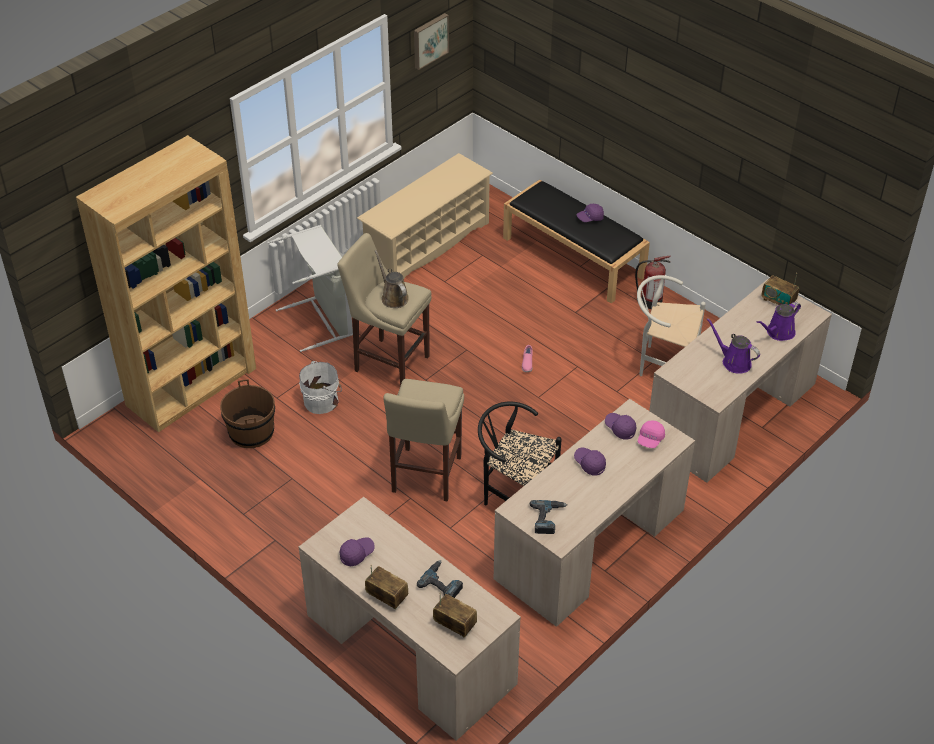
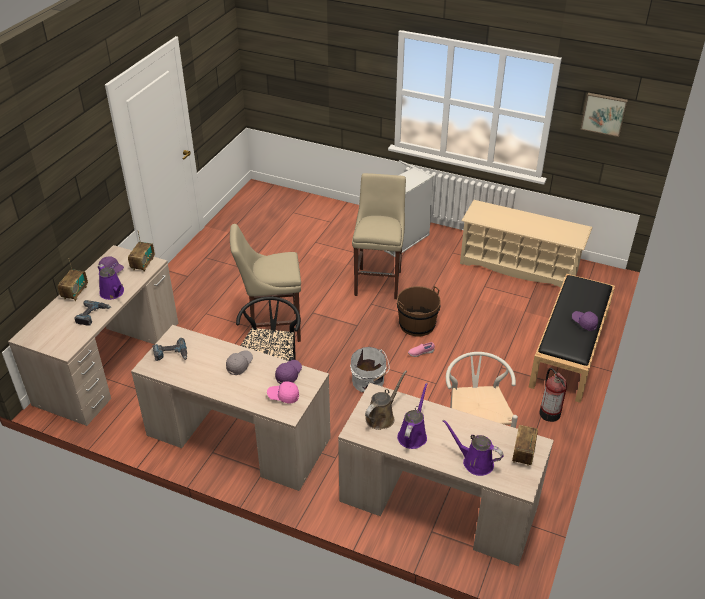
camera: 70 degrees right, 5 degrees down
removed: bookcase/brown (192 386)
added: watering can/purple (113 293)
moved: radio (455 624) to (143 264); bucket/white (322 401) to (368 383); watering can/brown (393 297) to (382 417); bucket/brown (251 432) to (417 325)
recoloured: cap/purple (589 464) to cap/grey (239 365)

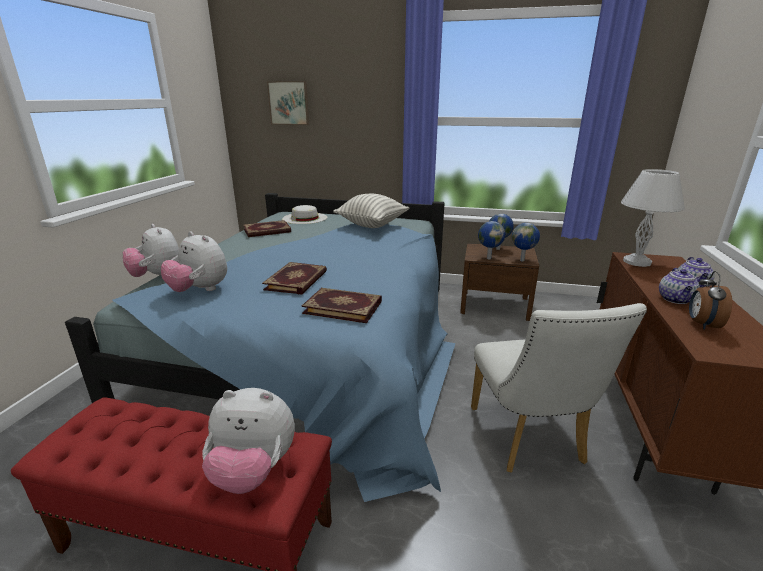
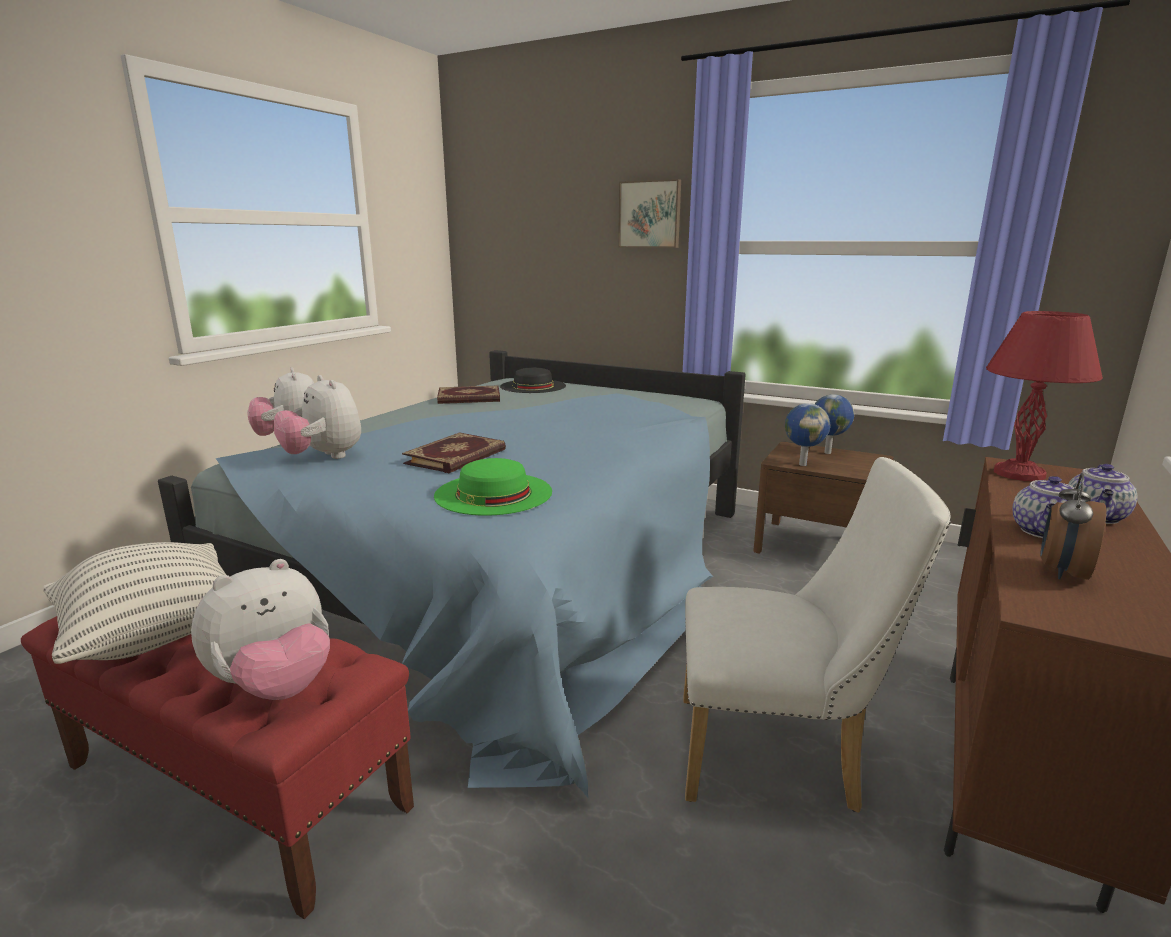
camera: 15 degrees right, 5 degrees down
removed: globe (522 260)
moved: pillow (372 225) to (155 634); picture (289 103) to (650 214)
replaced: book (343 307) to hat/green (493 493)
recoloured: hat/white (305 218) to hat/black (533 386); table lamp/white (637 261) to table lamp/red (1020 473)
turned: plush toy (253 471) = (275 686) 60 degrees counterclockwise; chair/white (529 440) = (779 755) 90 degrees counterclockwise

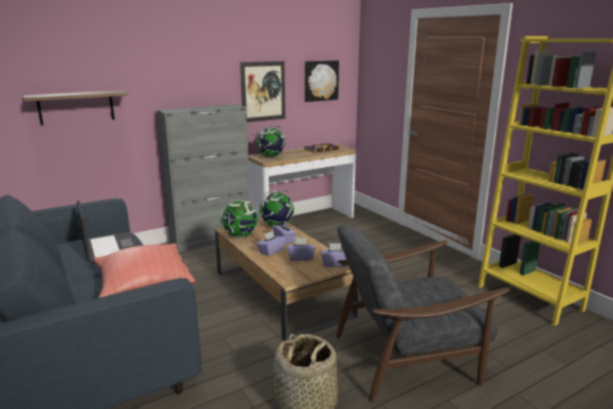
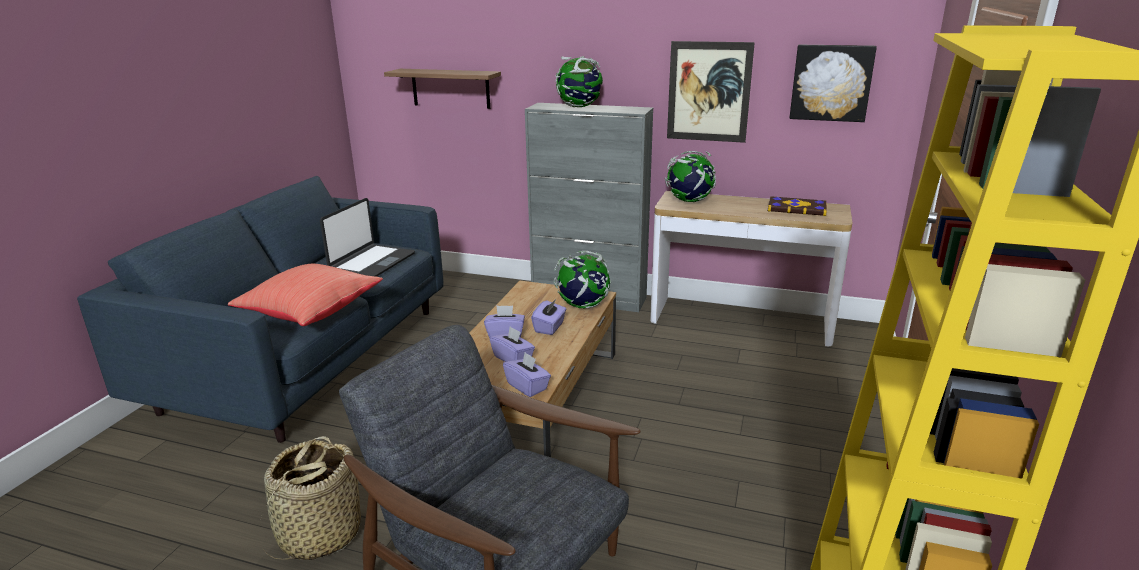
camera: 50 degrees right, 5 degrees up
moved: globe (240 236) to (579 107)

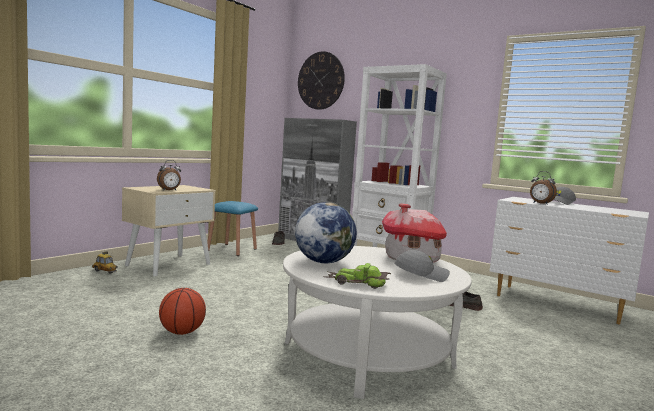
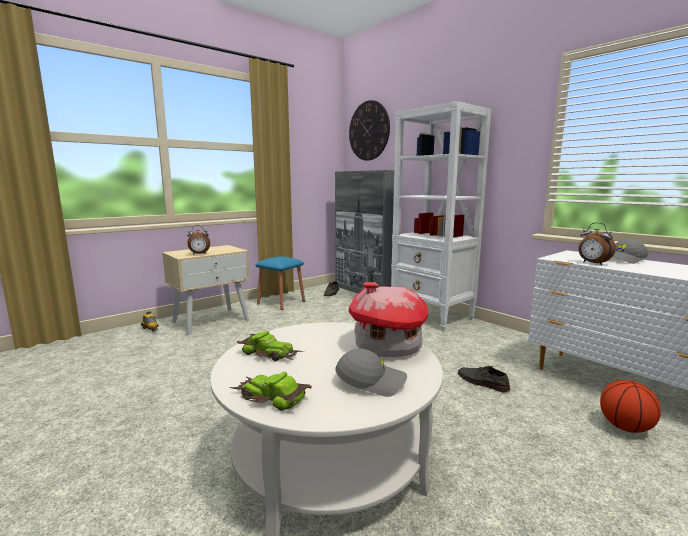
camera: 15 degrees right, 5 degrees up
moved: basketball (182 332) to (625 427)
replaced: globe (323 262) to toy car (270 353)

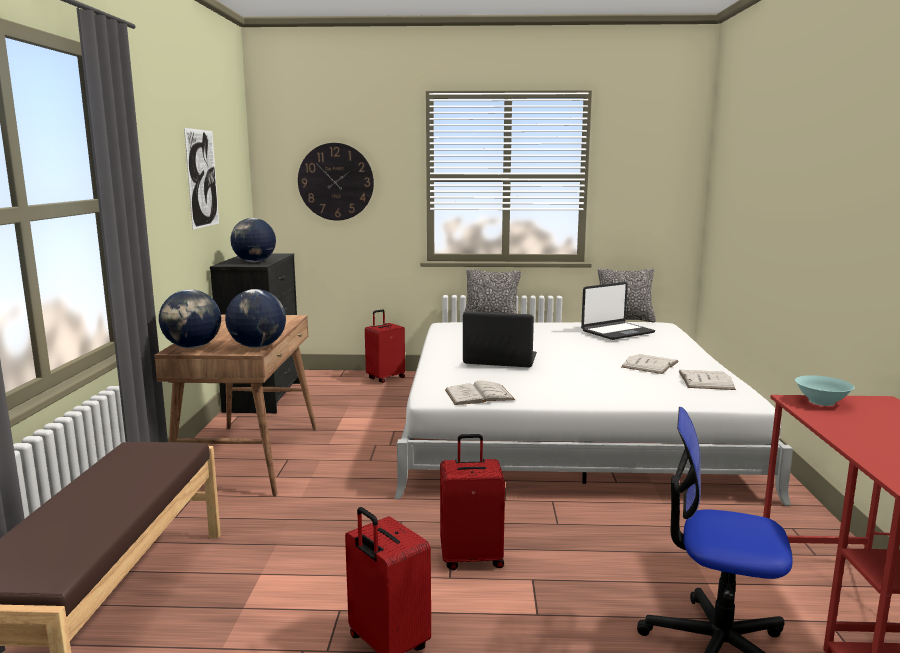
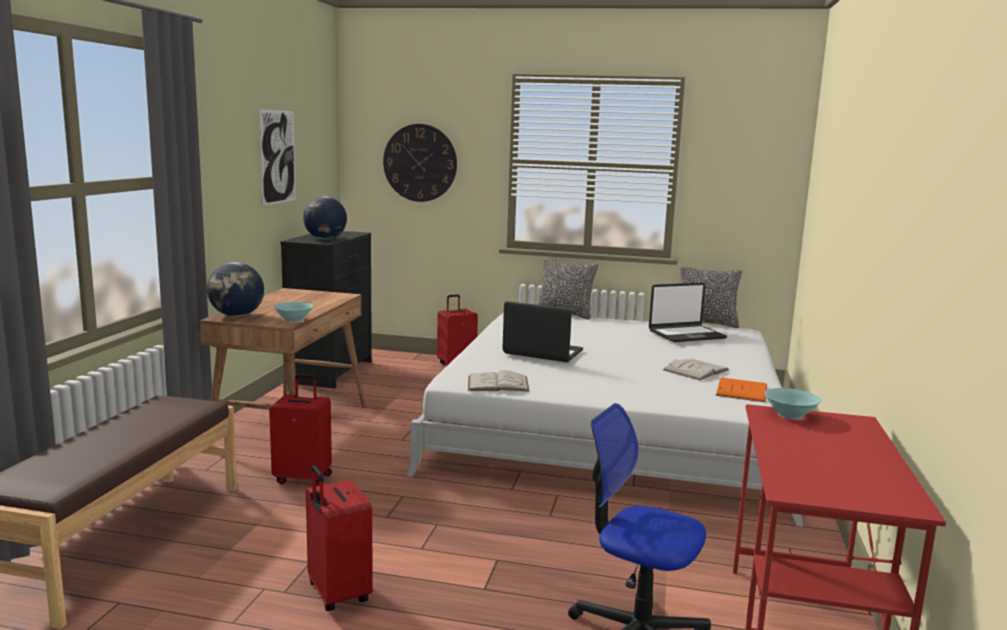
camera: 10 degrees right, 0 degrees up
moved: suitcase/red (471 558) to (304 478)
replaced: globe (257 346) to bowl/turquoise (293 320)
recoloured: book/white (705 380) to book/orange (742 390)

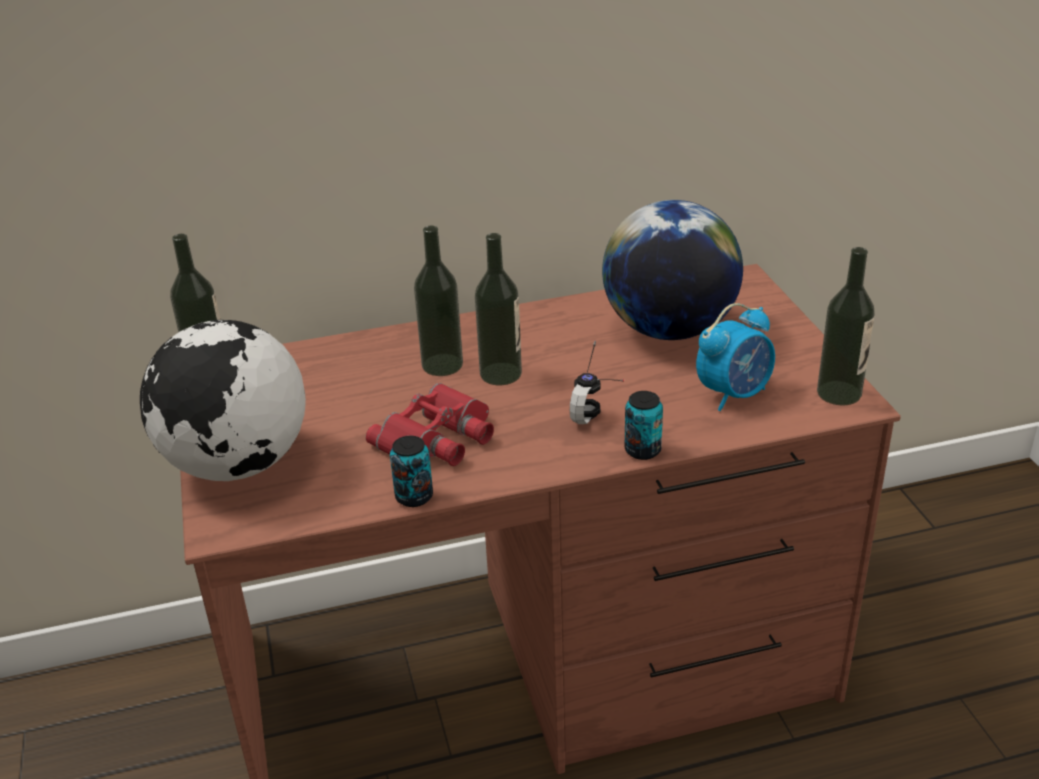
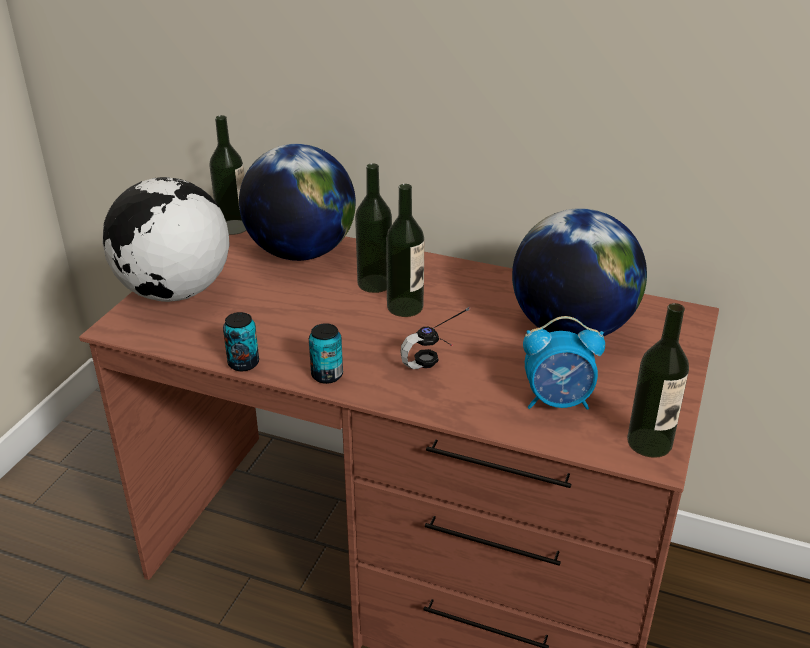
camera: 35 degrees right, 0 degrees up
removed: binoculars/red (438 438)
added: globe (301 252)
moved: can (642 450) to (327 375)

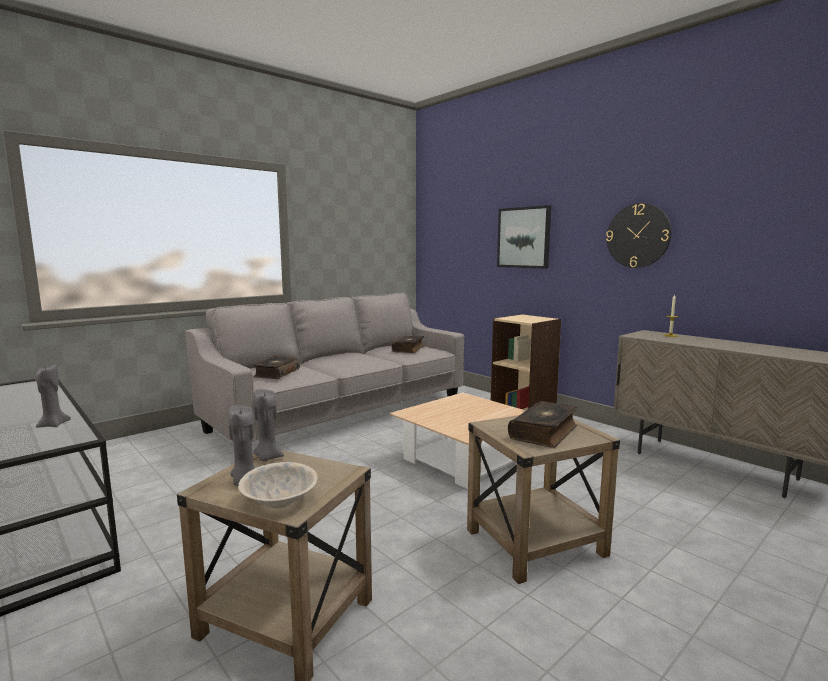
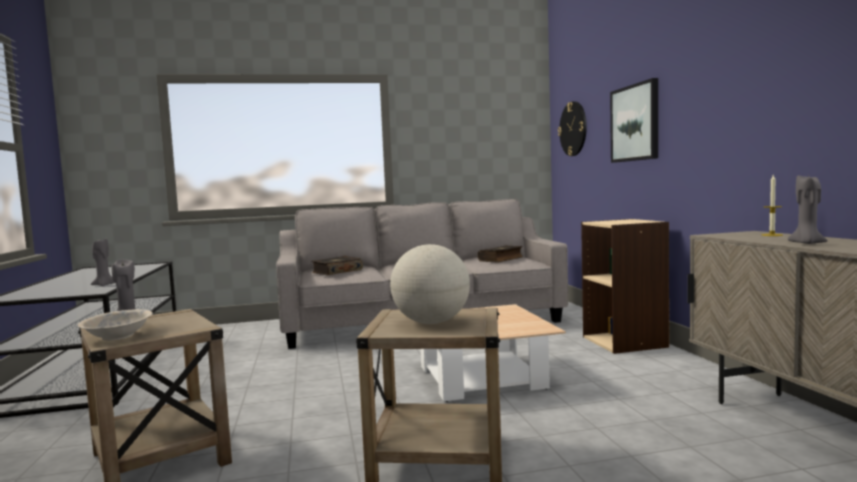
camera: 30 degrees right, 5 degrees down
moved: wall clock (638 235) to (573 129); candle/grey (267 457) to (806 243)
replaced: book (545 432) to globe (431 323)

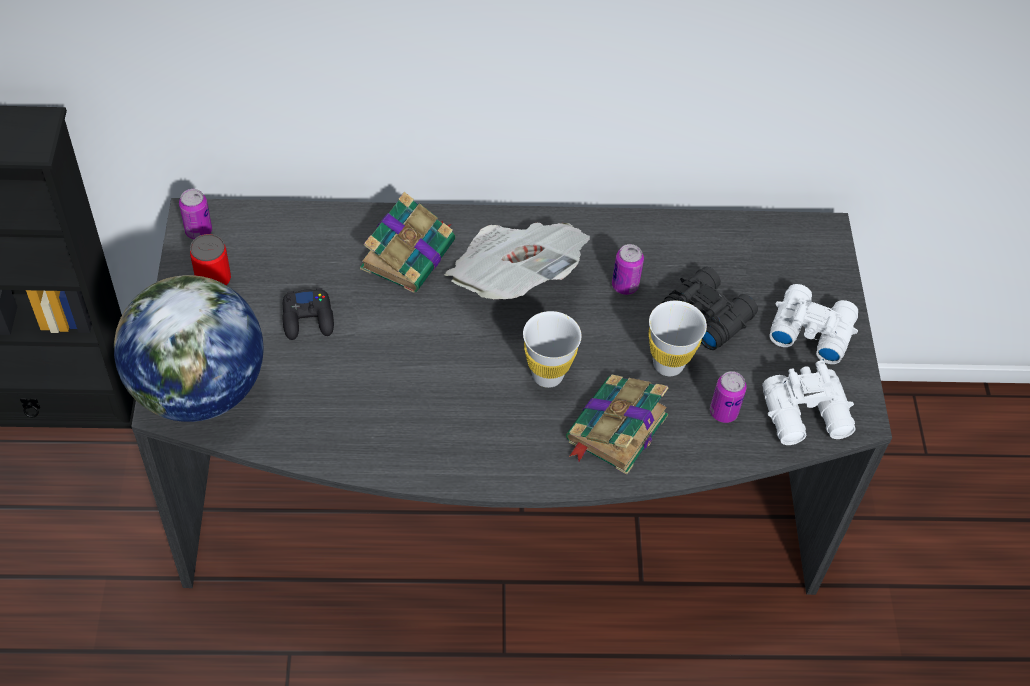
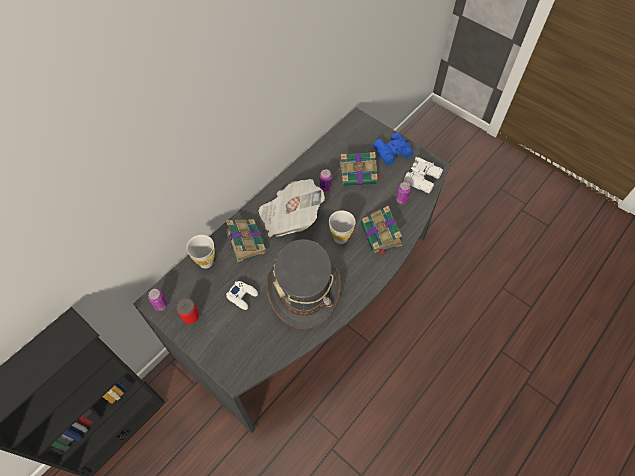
camera: 45 degrees left, 5 degrees up
removed: globe (198 390)
added: hat/grey (304 290)
moved: cup/white (668 364) to (206 262)
replaced: binoculars/black (707 314) to book (359 174)
recoloured: game controller/black (308 319) to game controller/white (242 296); binoculars/white (810 329) to binoculars/blue (391 152)

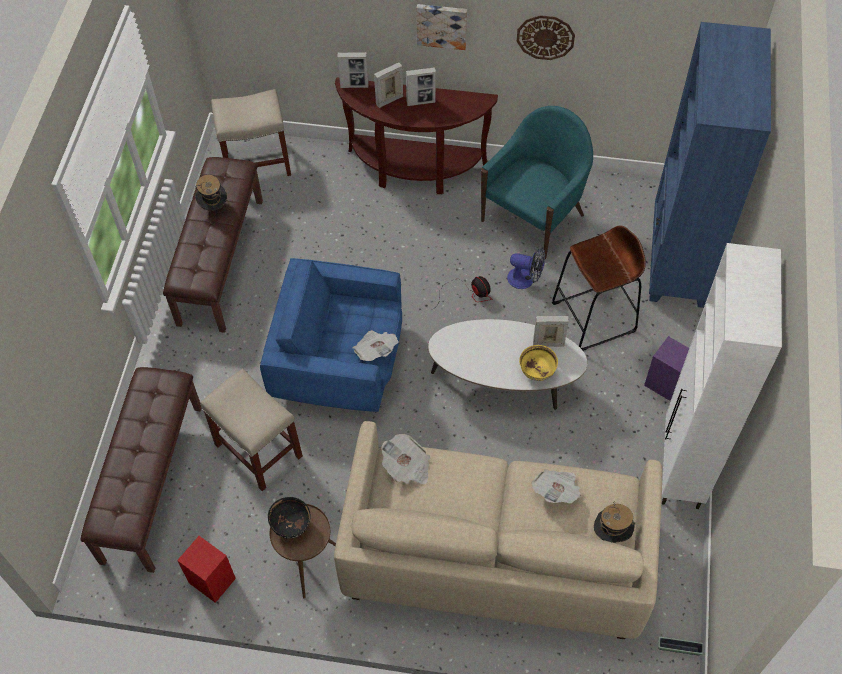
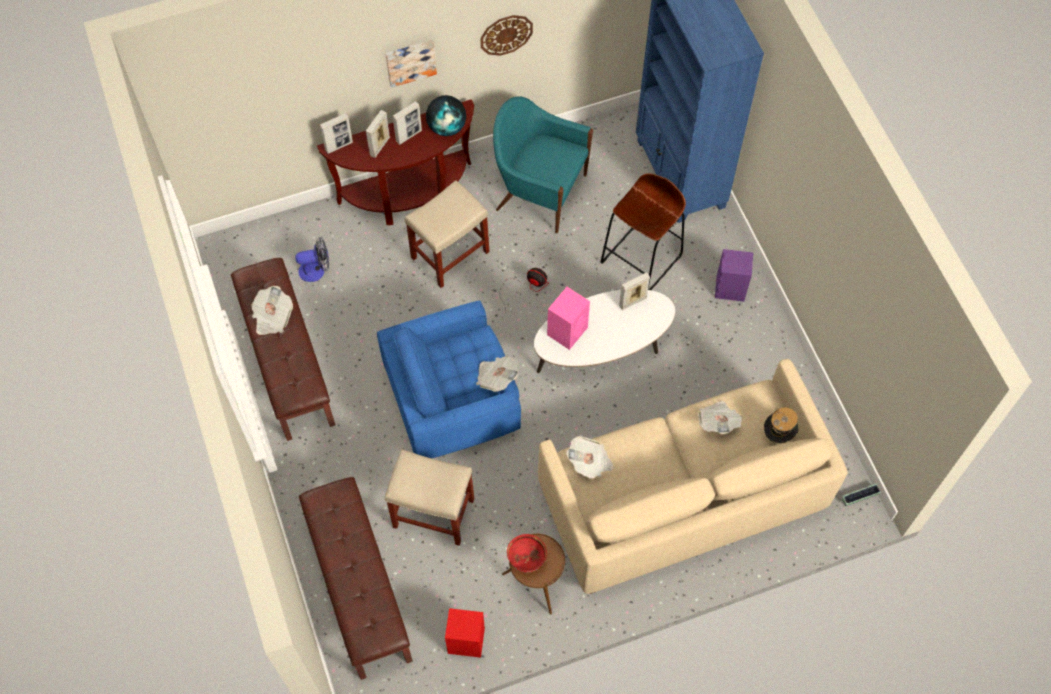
camera: 30 degrees left, 5 degrees up
removed: bowl/yellow (536 372); cabinet/white (681 468)
added: globe (447 127); speaker/pink (568 330)
moved: fan (525 279) to (316 270); stool/beige (256 163) to (449 255)
replaced: hat (214 207) to newspaper (272 317)
recoloured: bowl/black (291 525) to bowl/red (526 559)
turned: armchair/turquoise (534 217) = (539 191) 75 degrees counterclockwise

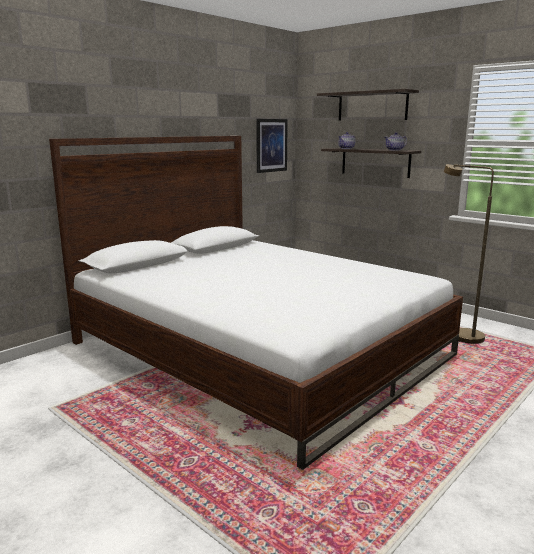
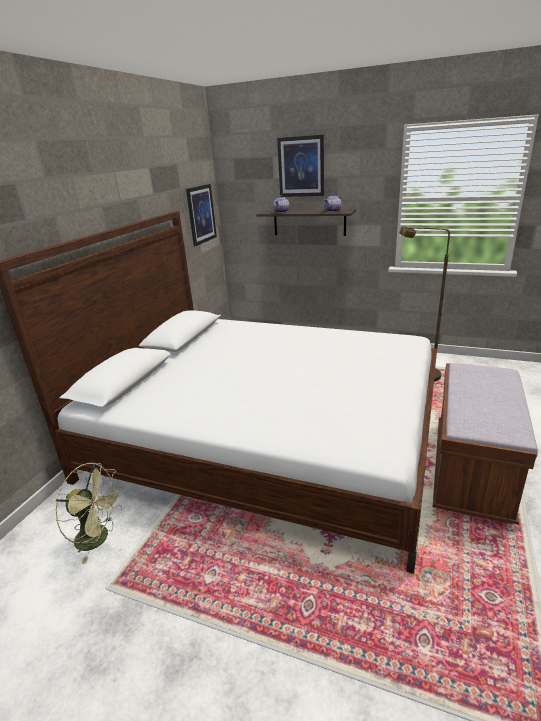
camera: 20 degrees left, 10 degrees up
added: fan/green (99 538); bench/brown (470 471)
replaced: shelf (372 106) to picture (301 167)

